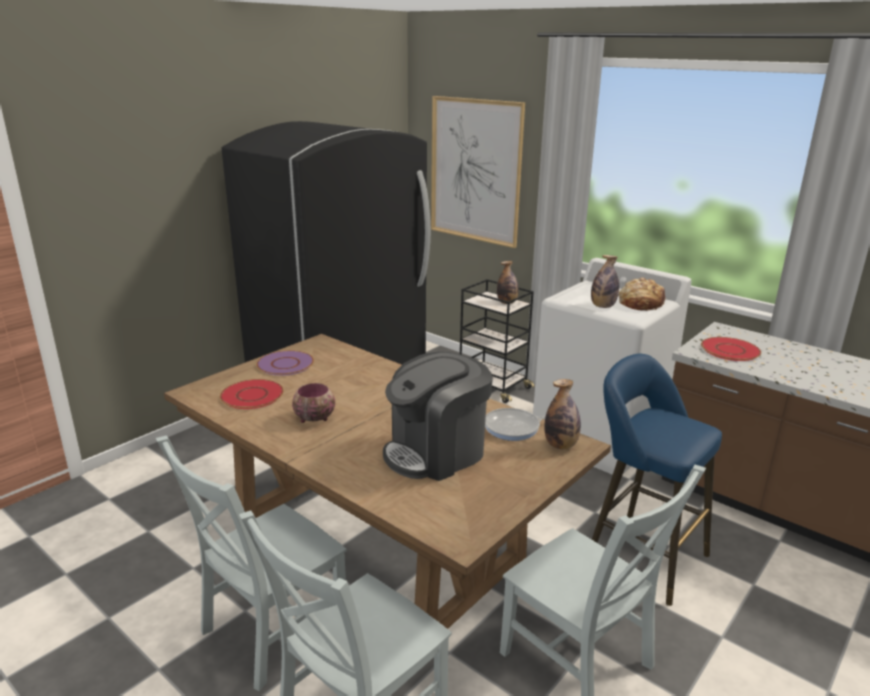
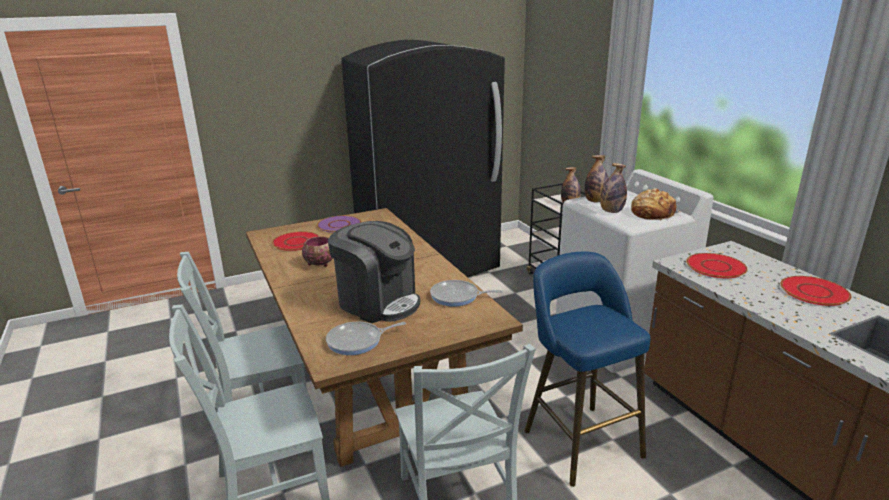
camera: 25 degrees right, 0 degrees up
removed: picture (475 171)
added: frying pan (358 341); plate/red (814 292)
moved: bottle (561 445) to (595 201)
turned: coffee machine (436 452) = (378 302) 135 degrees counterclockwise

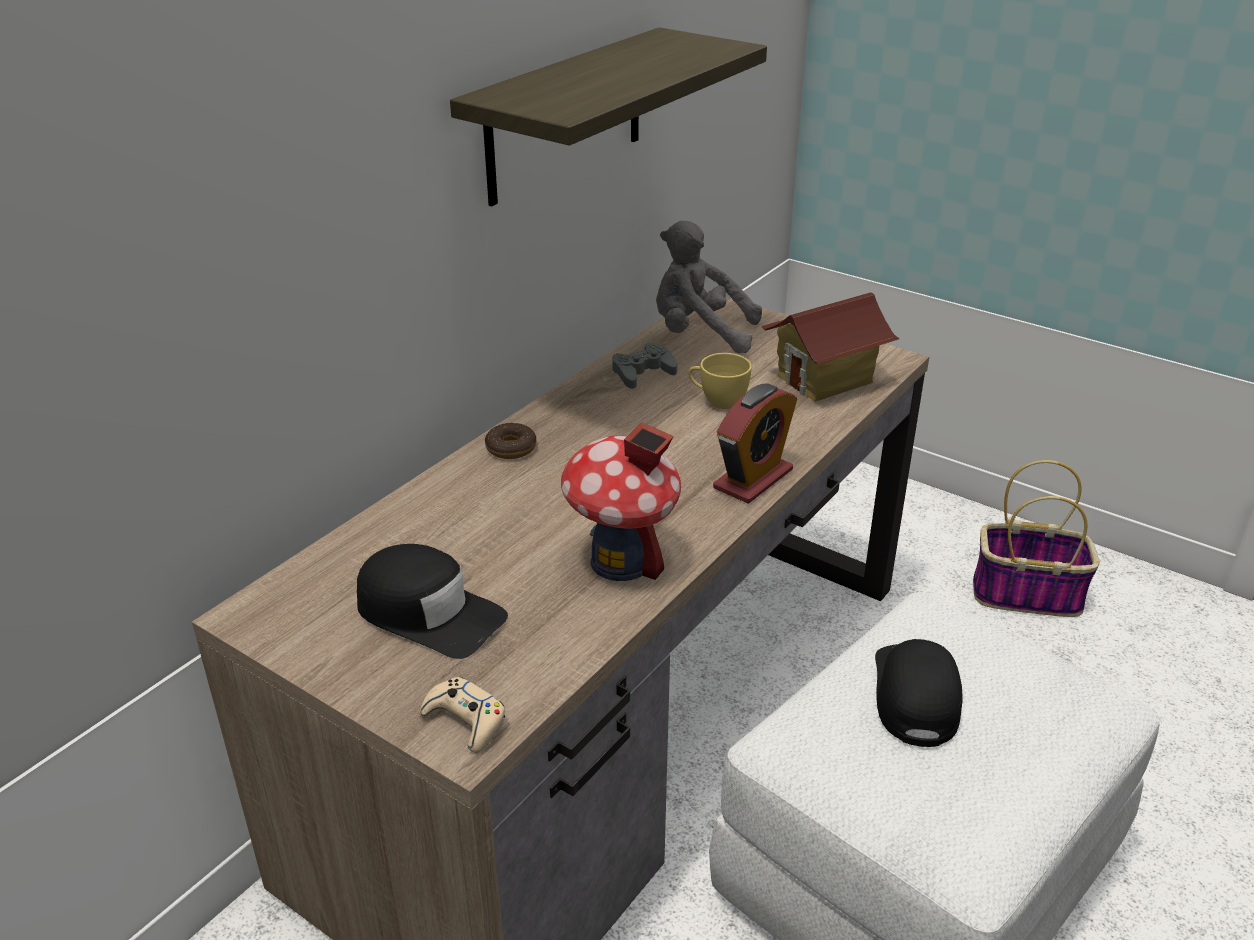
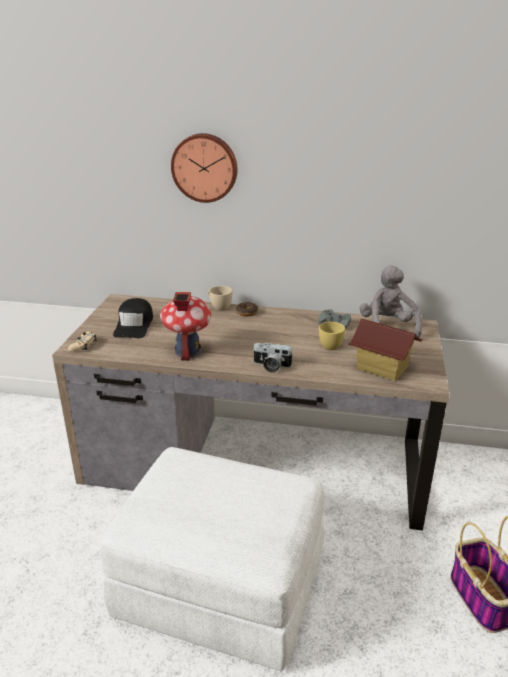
camera: 65 degrees right, 5 degrees down
removed: shelf (565 116); cap/black (915 695)
added: wall clock (205 167); cup/beige (219 307)
replaced: alarm clock (753 479) to photo camera (271 366)

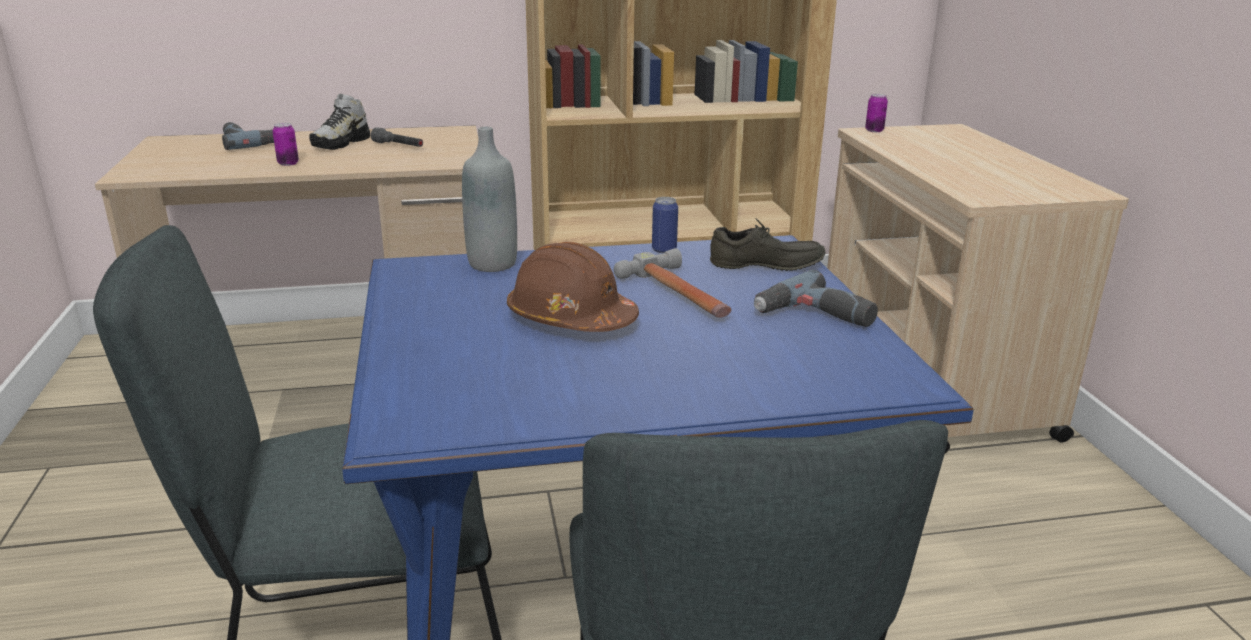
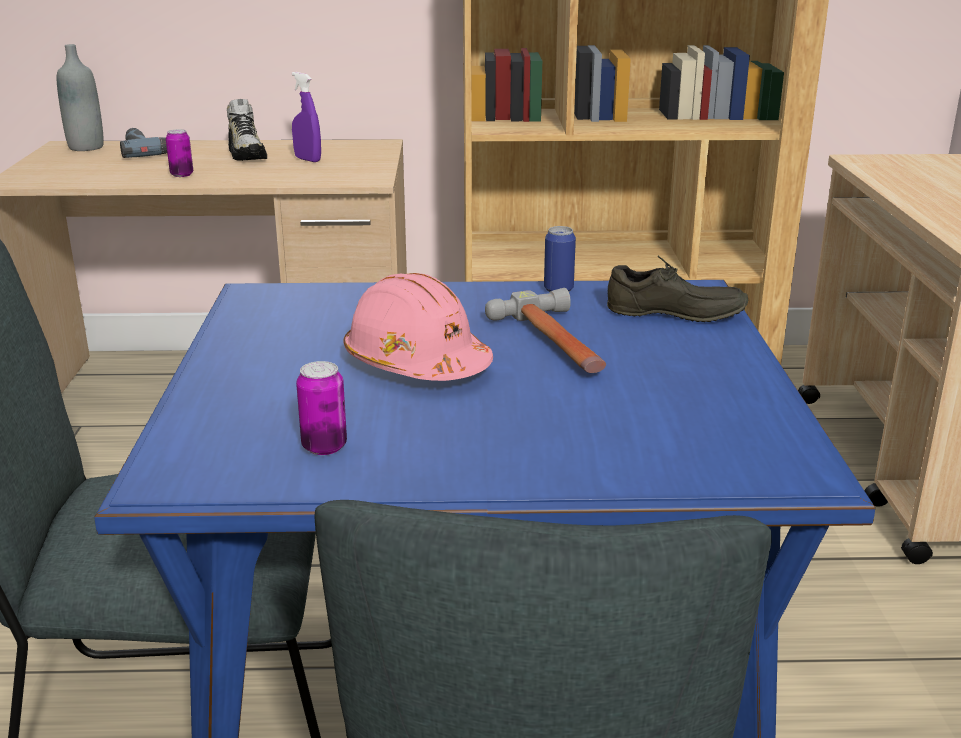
camera: 10 degrees right, 0 degrees up
removed: power drill (815 316)
moved: bottle/grey (492 264) to (86 147); can (874 130) to (324 447)
replaced: flashlight/grey (398 146) to spray bottle/purple (307 159)
recoloured: hard hat/brown (571 319) to hard hat/pink (416 364)
turned: shoe (341 143) = (247 154) 60 degrees counterclockwise

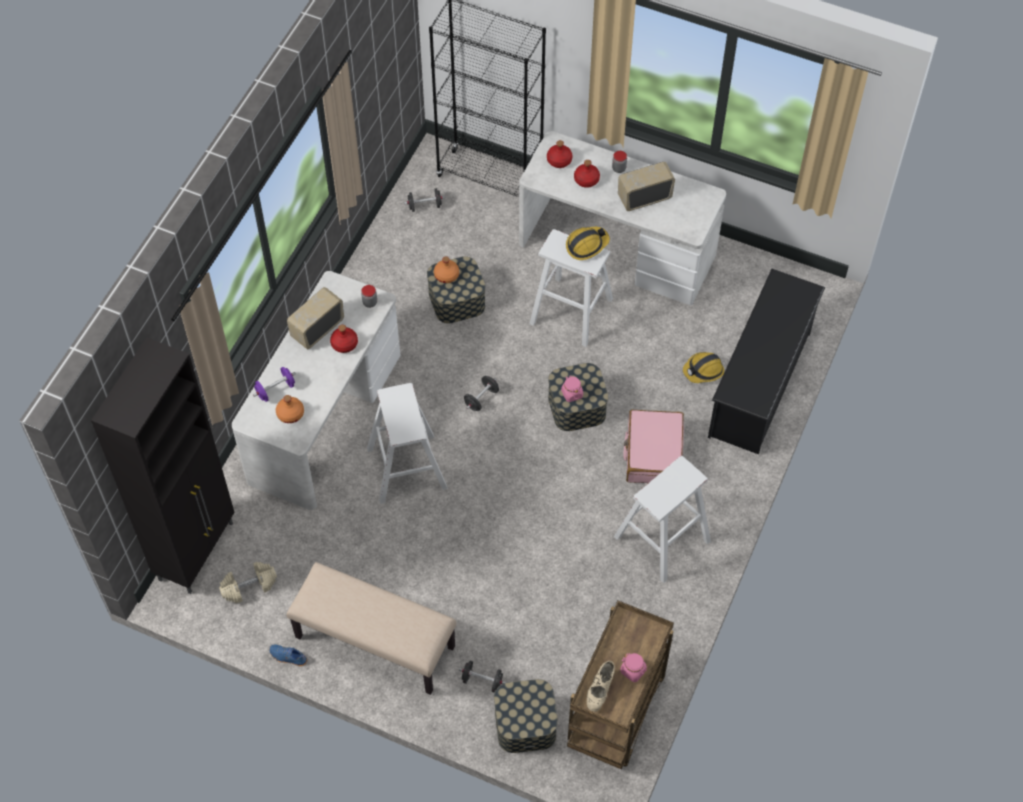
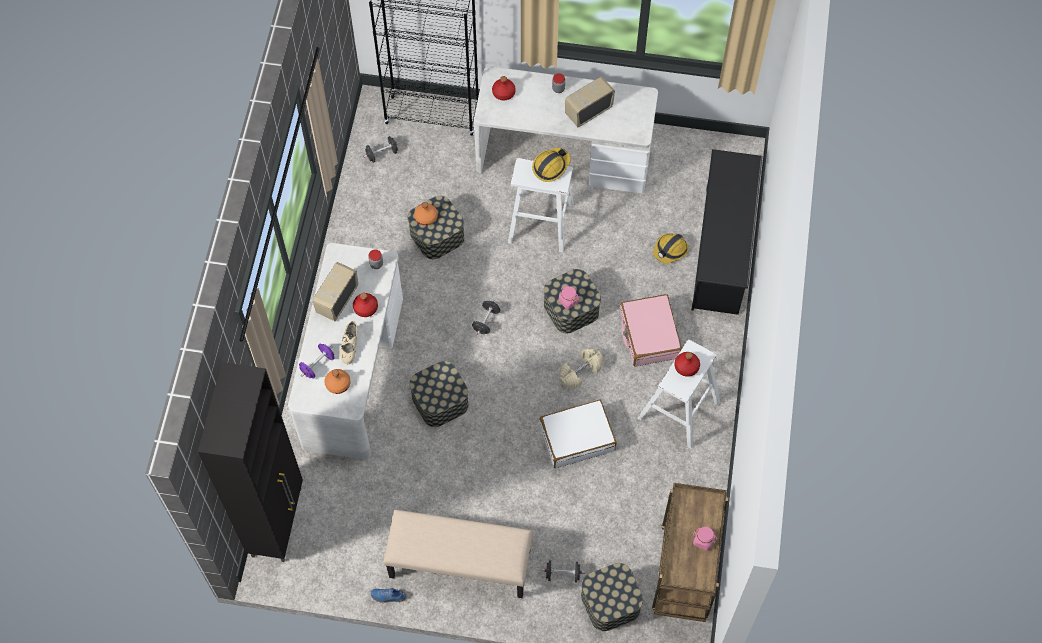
camera: 15 degrees left, 5 degrees up
added: suitcase/white (577 438)
moved: shoe/beige (600 690) to (350 347); dumbbell/beige (249 586) to (580 371); bottle/red (586 180) to (686 367)
replaced: stool/white (407 468) to storage box (440 401)

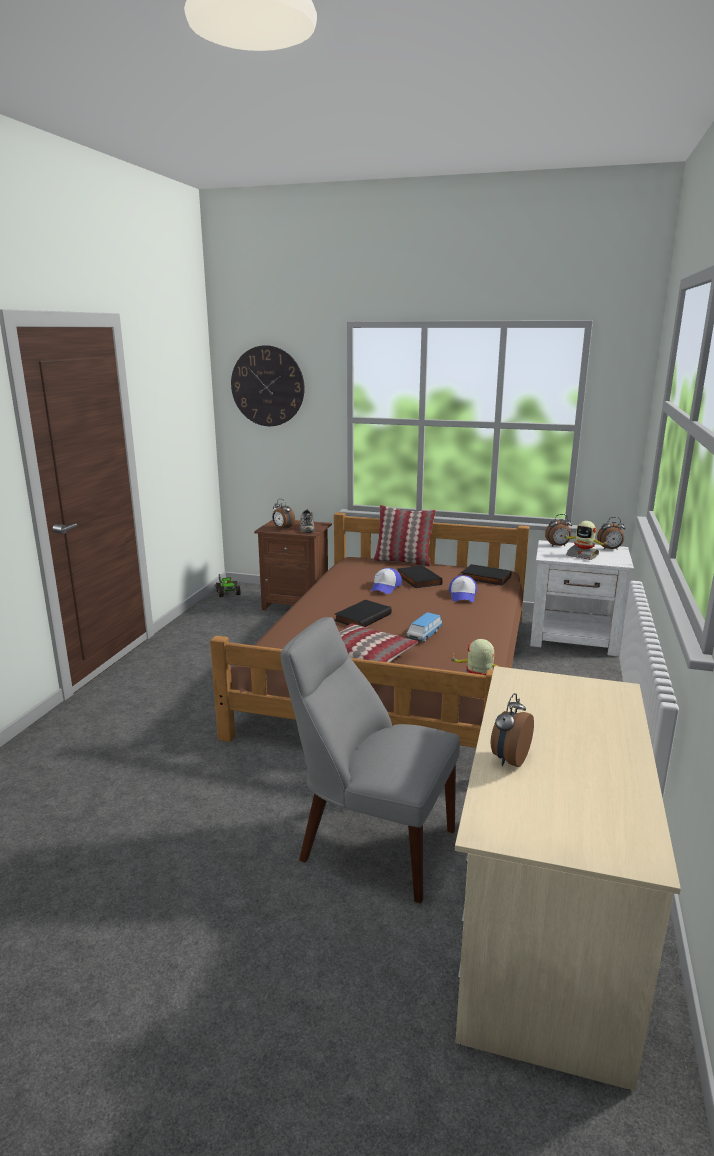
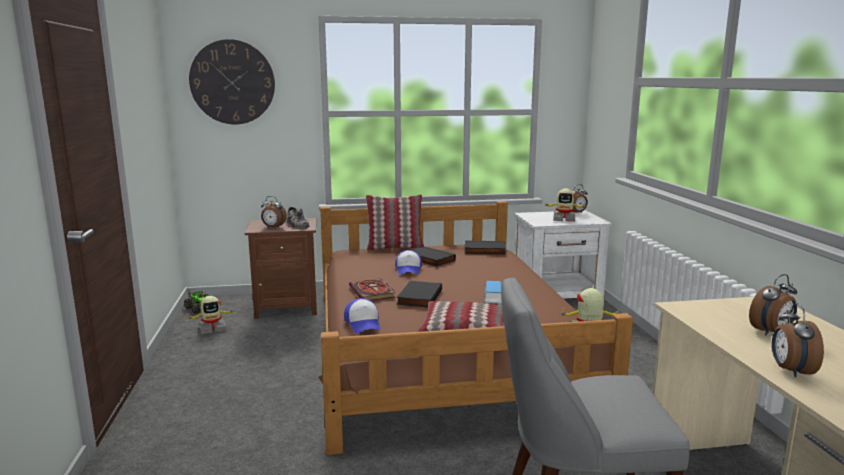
camera: 25 degrees left, 5 degrees down
added: toy robot (212 329); book (373 292)
moved: cap (463 595) to (363 323); alarm clock (558 546) to (771 332)

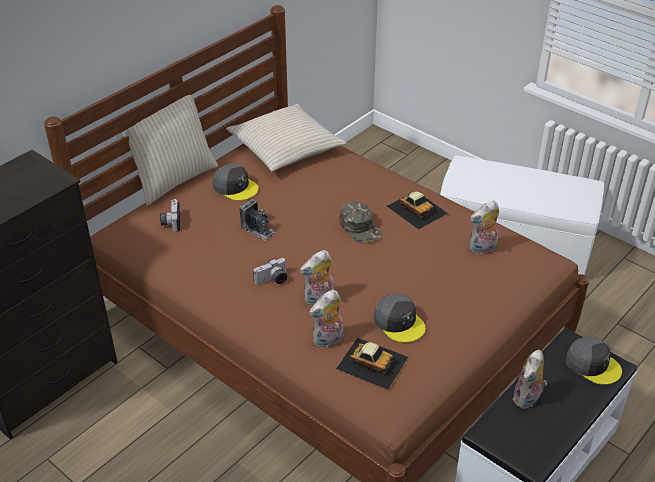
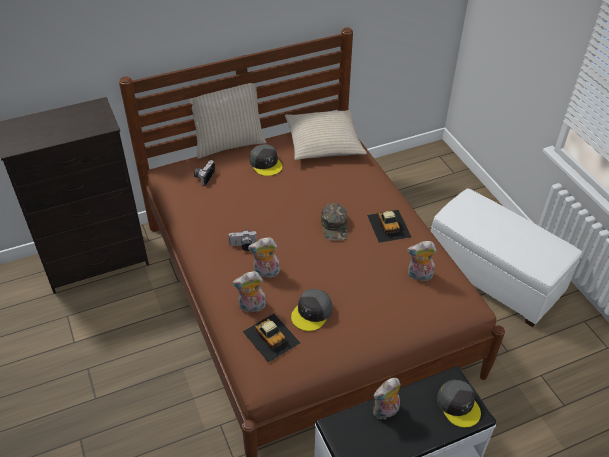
camera: 25 degrees right, 5 degrees up
removed: photo camera (258 230)
turned: cap/grey (399 322) = (312 313) 45 degrees clockwise

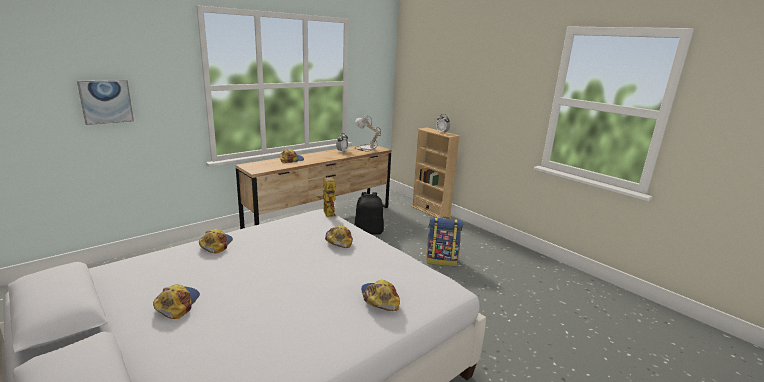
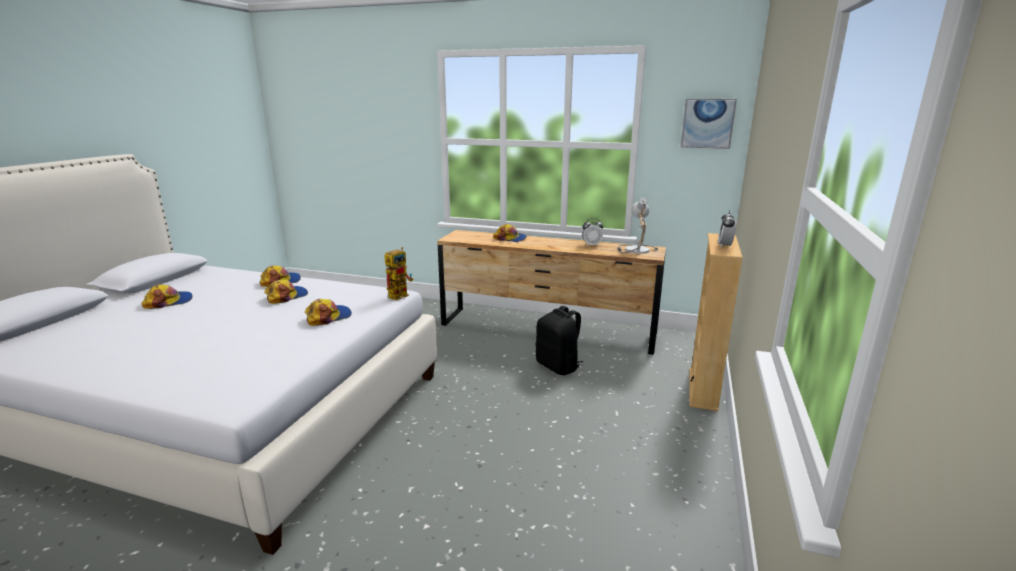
camera: 60 degrees right, 0 degrees up
removed: backpack (441 260)
moved: cap (379 298) to (286 296); picture (106 101) to (707 123)

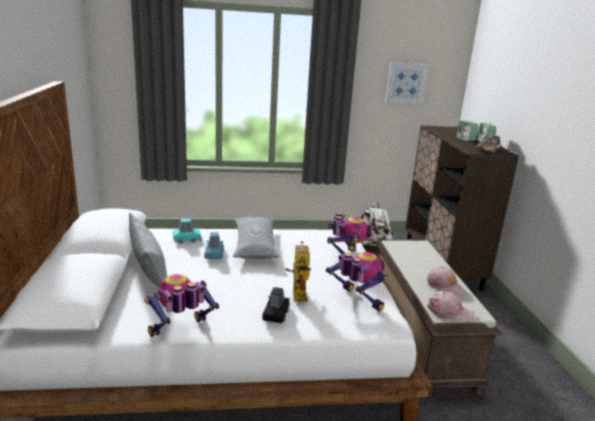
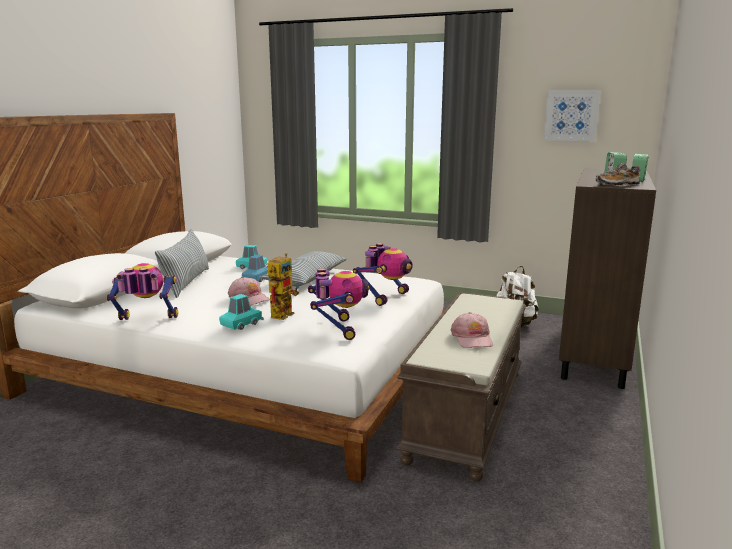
camera: 30 degrees right, 5 degrees down
moved: cap/pink (449 312) to (249 298)
recoloured: toy car/black (275 314) to toy car/turquoise (241 324)

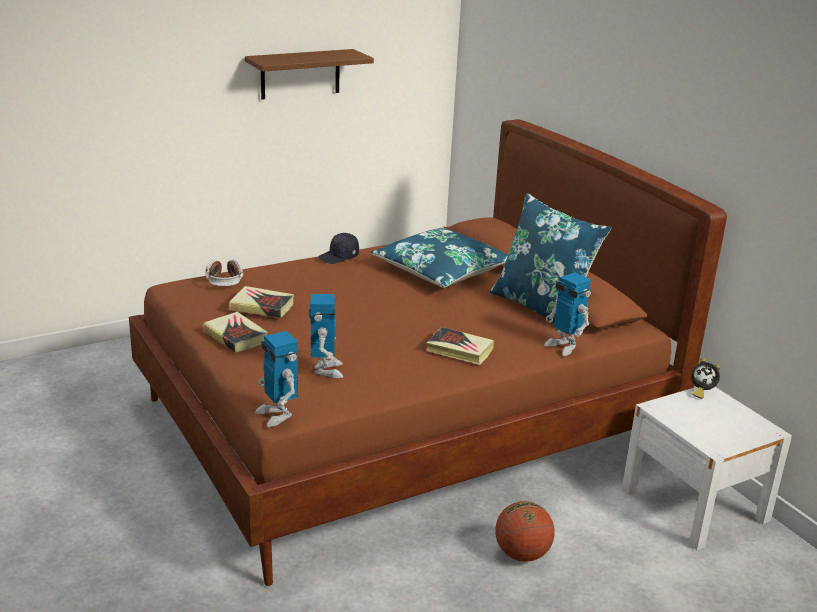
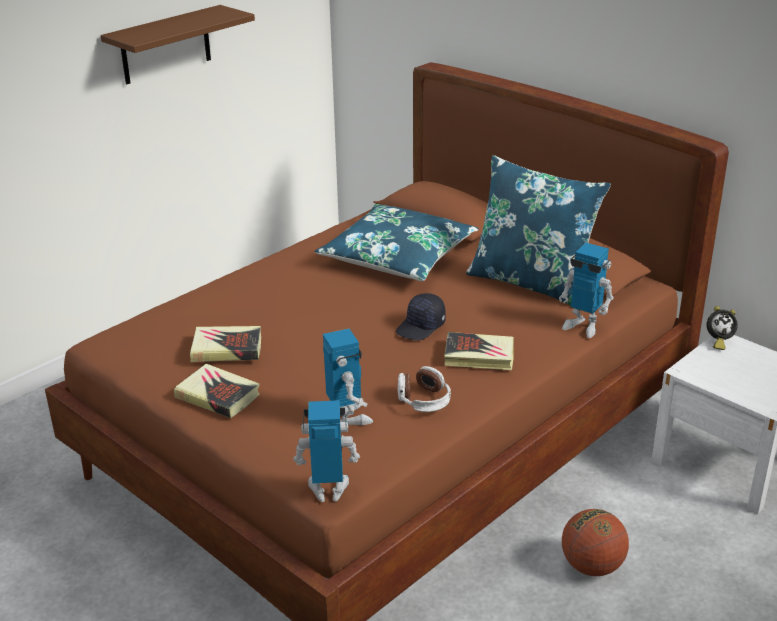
camera: 15 degrees left, 5 degrees up
moved: cap/black (339 257) to (421 327); headphones (224 281) to (423 400)
turned: toy robot (277 415) = (328 491) 135 degrees clockwise

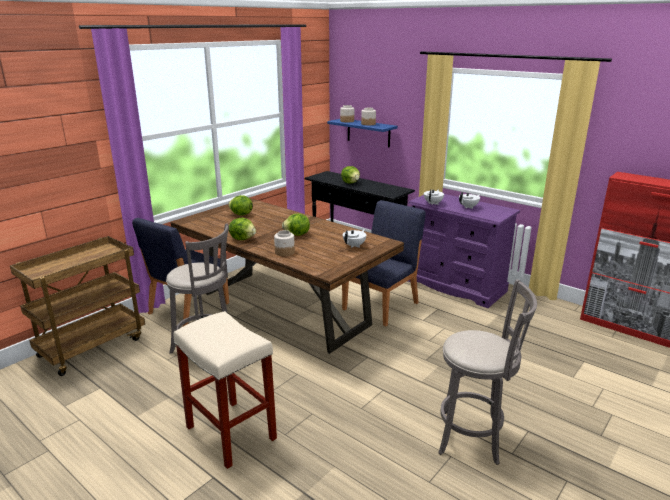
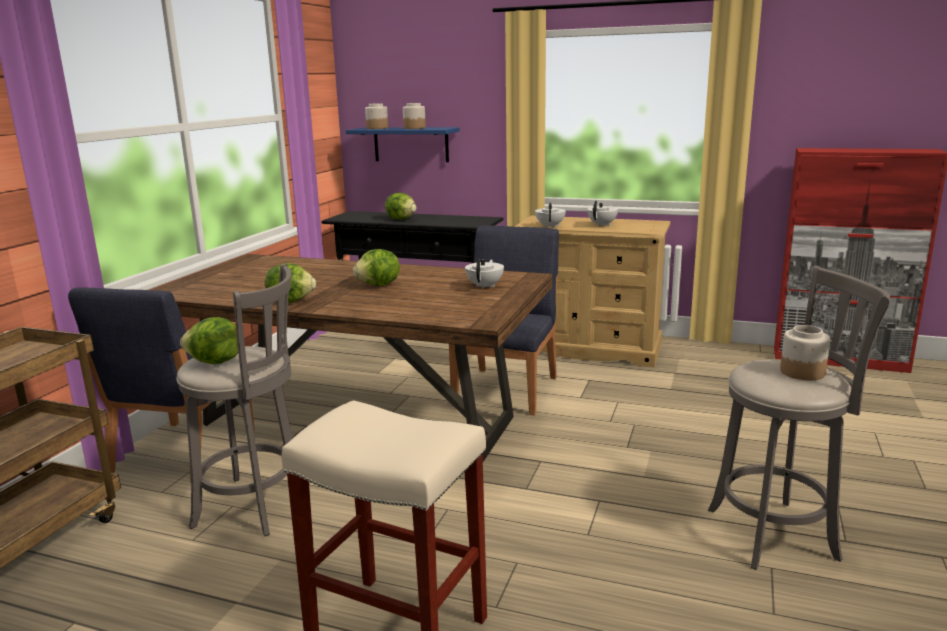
camera: 20 degrees left, 5 degrees down
moved: lettuce (241 214) to (215 362); jar (284 252) to (801 372)
recoloured: dresser/purple (455 286) to dresser/beige (589 349)

